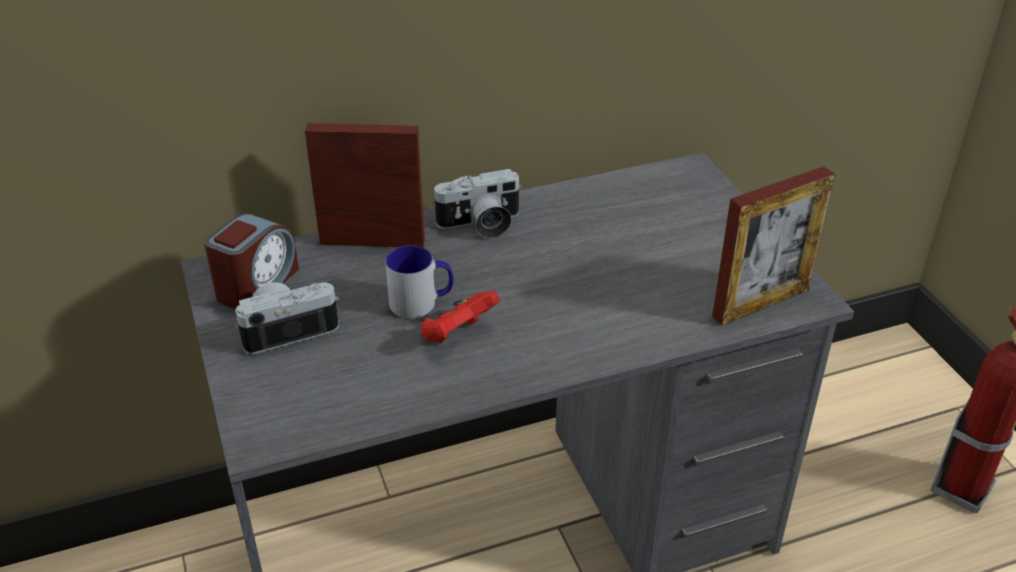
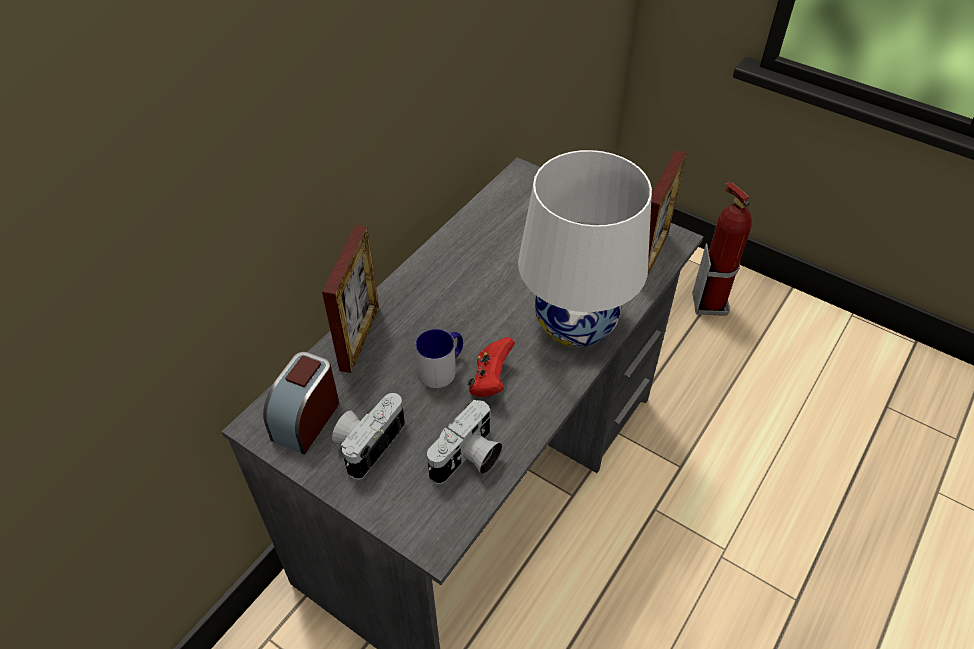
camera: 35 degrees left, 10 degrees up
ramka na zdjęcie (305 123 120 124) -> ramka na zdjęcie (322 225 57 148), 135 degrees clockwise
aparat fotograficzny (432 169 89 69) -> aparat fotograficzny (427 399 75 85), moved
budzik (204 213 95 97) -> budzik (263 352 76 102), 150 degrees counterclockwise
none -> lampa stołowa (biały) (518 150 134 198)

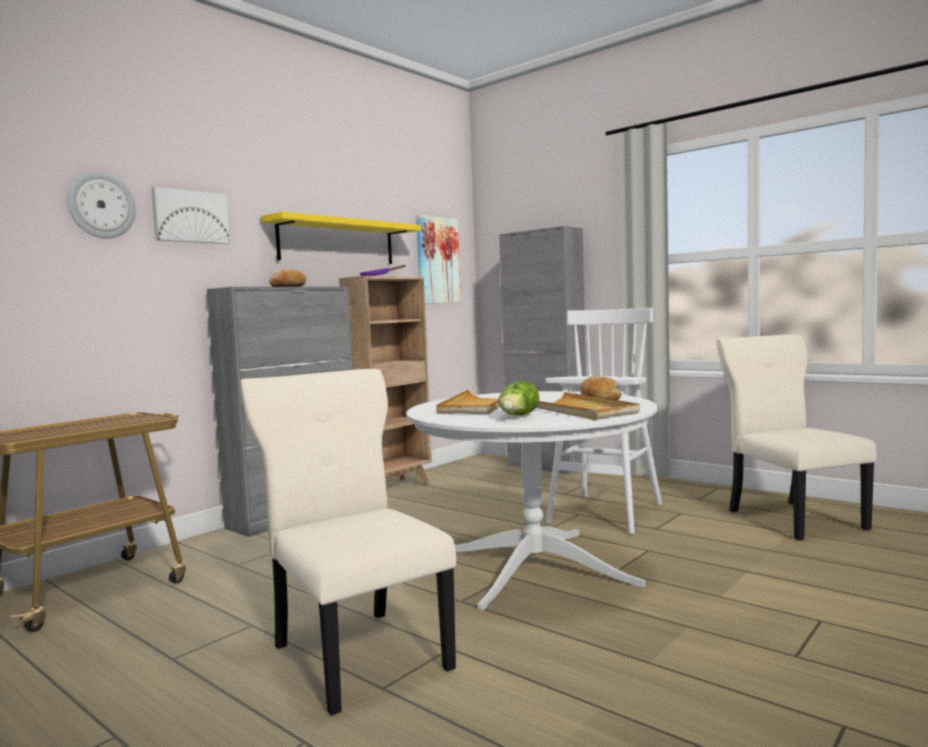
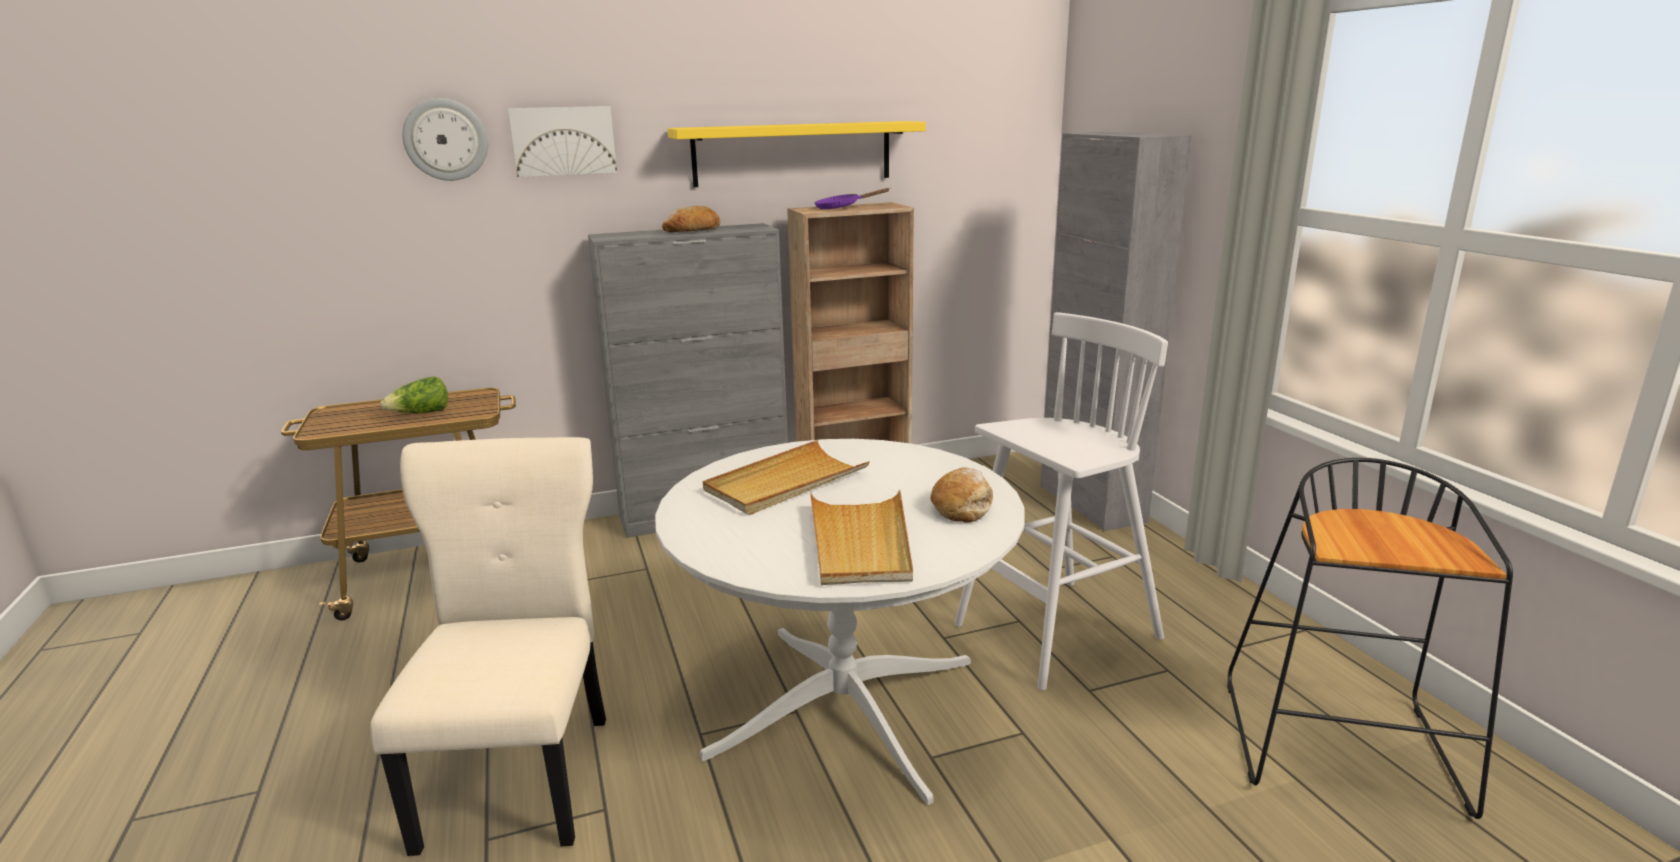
camera: 30 degrees right, 15 degrees up
obraz (416 215 45 89) -> none
krzesło (beżowy) (716 334 161 207) -> stołek (czarny) (1227 458 286 361)
sałata (498 380 41 36) -> sałata (380 376 68 37), moved

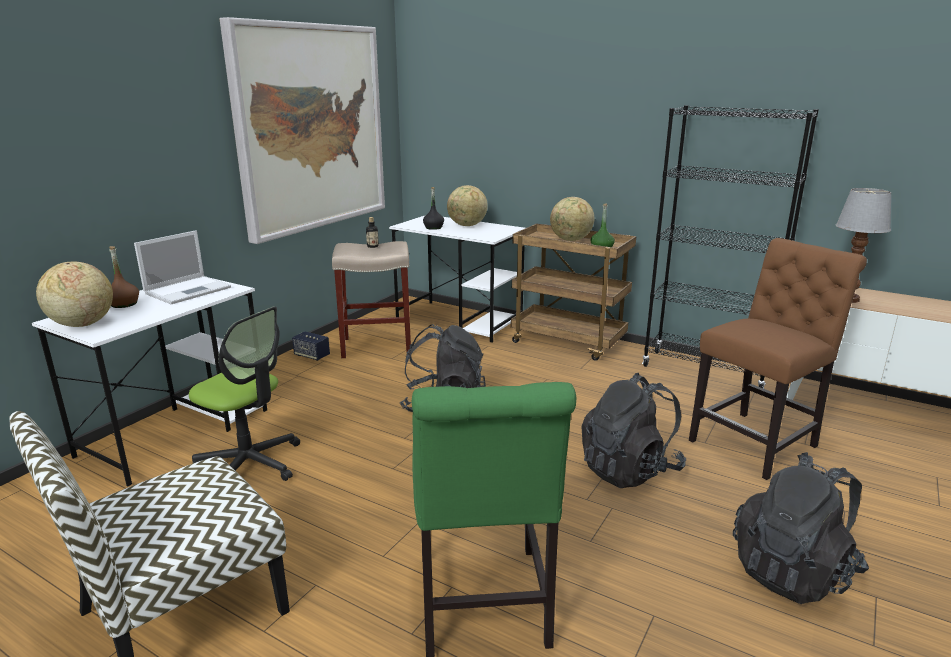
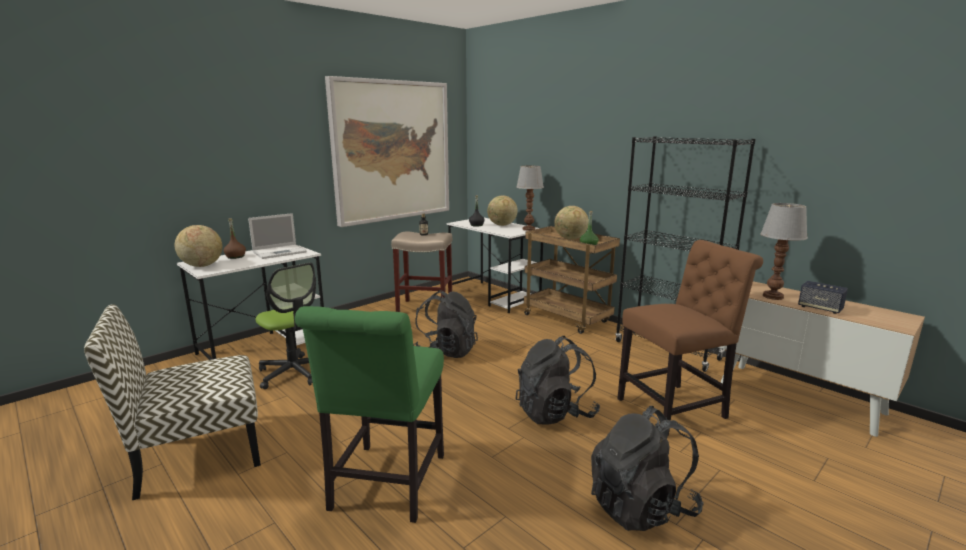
camera: 15 degrees right, 5 degrees down
głośnik (292 331 38 30) -> głośnik (798 281 50 33), moved
none -> lampa stołowa (516 166 28 65)

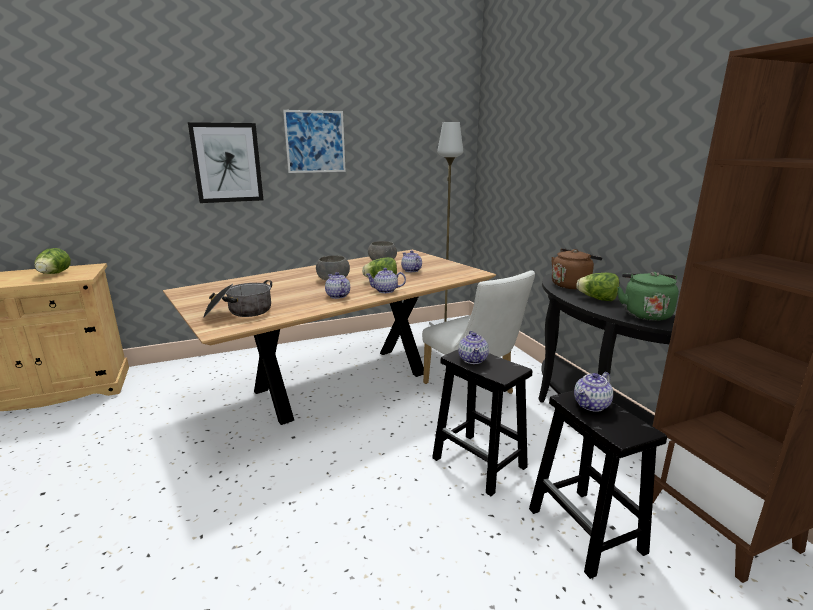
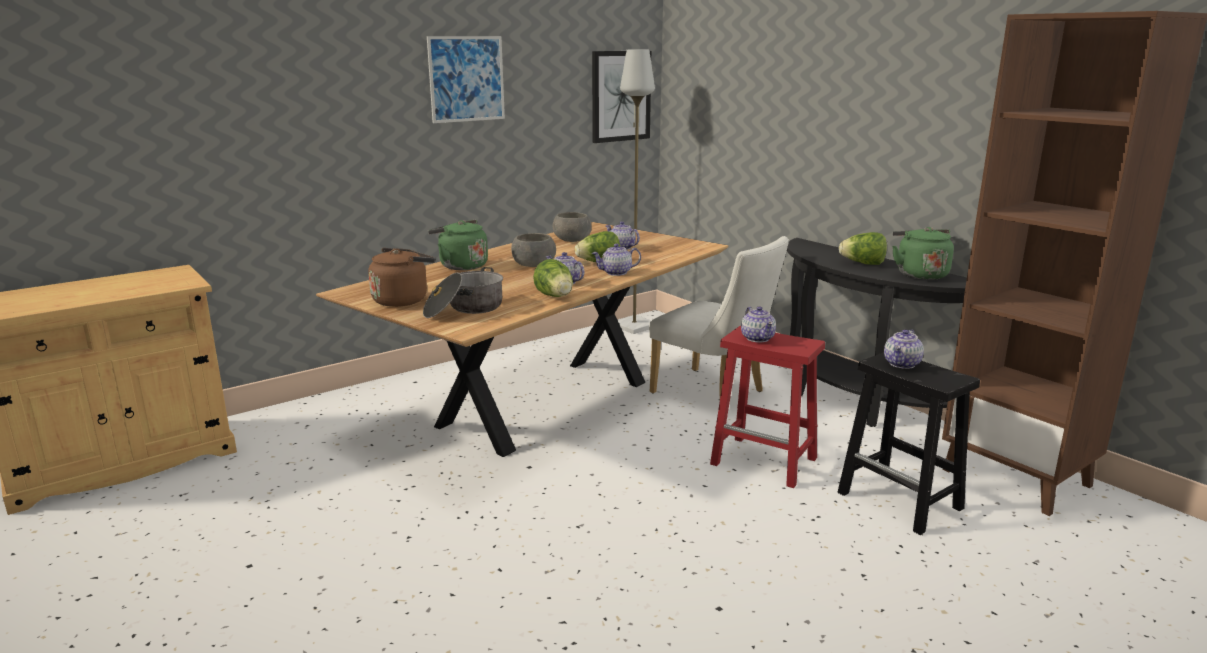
camera: 15 degrees left, 0 degrees up
obraz (188 122 75 81) -> obraz (592 51 59 92), moved
sałata (35 248 36 26) -> sałata (533 259 40 38), moved
czajnik (brązowy) (551 248 52 41) -> czajnik (brązowy) (368 248 68 59), moved
stołek (czarny) (432 350 100 146) -> stołek (czerwony) (710 326 115 162)
none -> czajnik (zielony) (428 220 60 50)

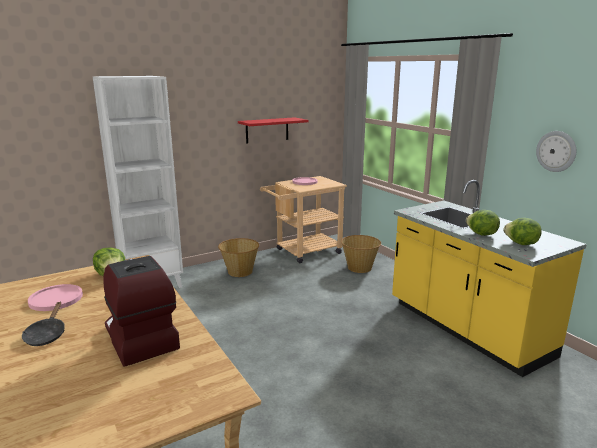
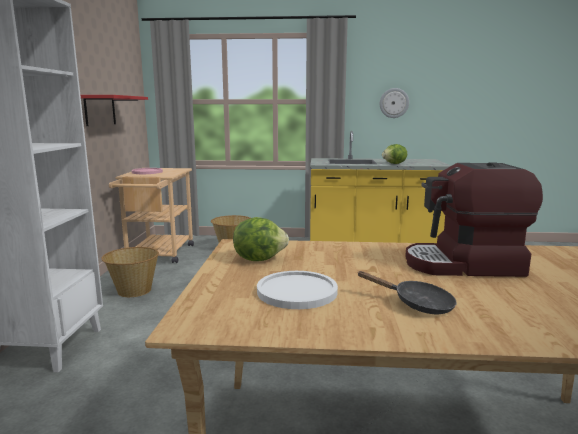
camera: 55 degrees left, 5 degrees down
sałata (503 218 39 27) -> none
talerz (różowy) (28 284 55 27) -> talerz (biały) (257 271 81 38)

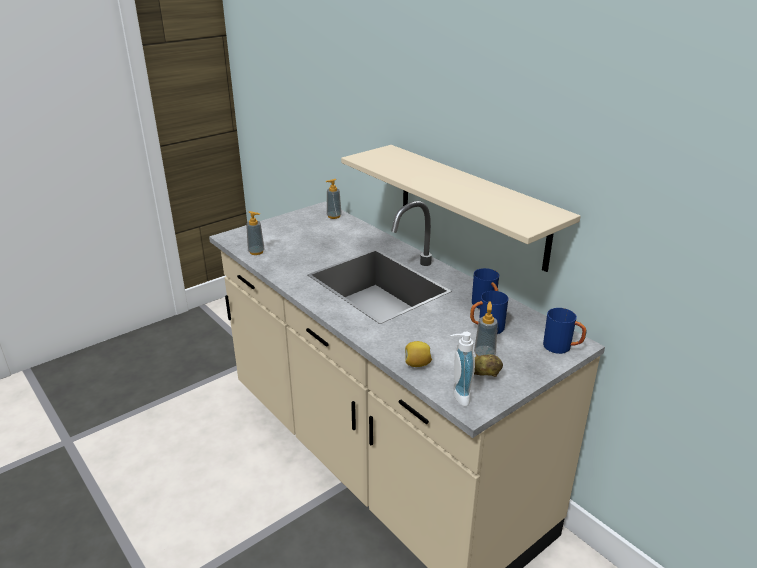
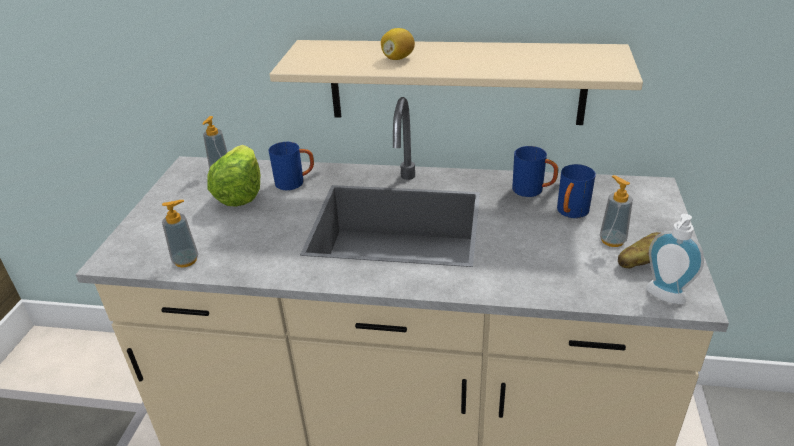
camera: 40 degrees left, 5 degrees up
kubek (niebieski) (543 308 43 46) -> kubek (niebieski) (269 142 45 48), moved
cytryna (405 341 27 26) -> cytryna (381 28 34 32), moved
none -> sałata (207 145 54 62)

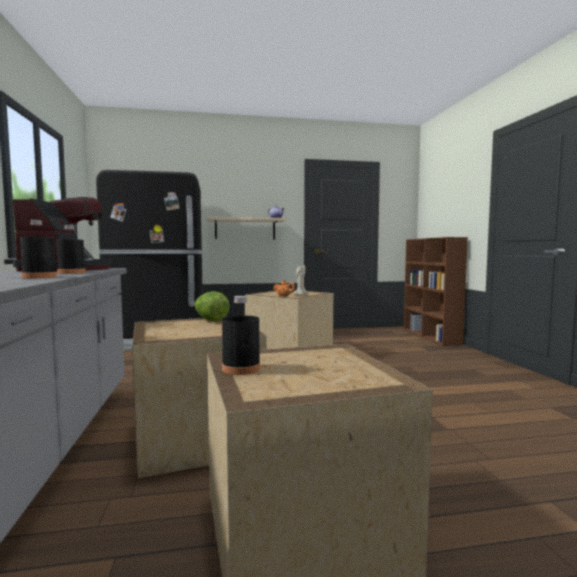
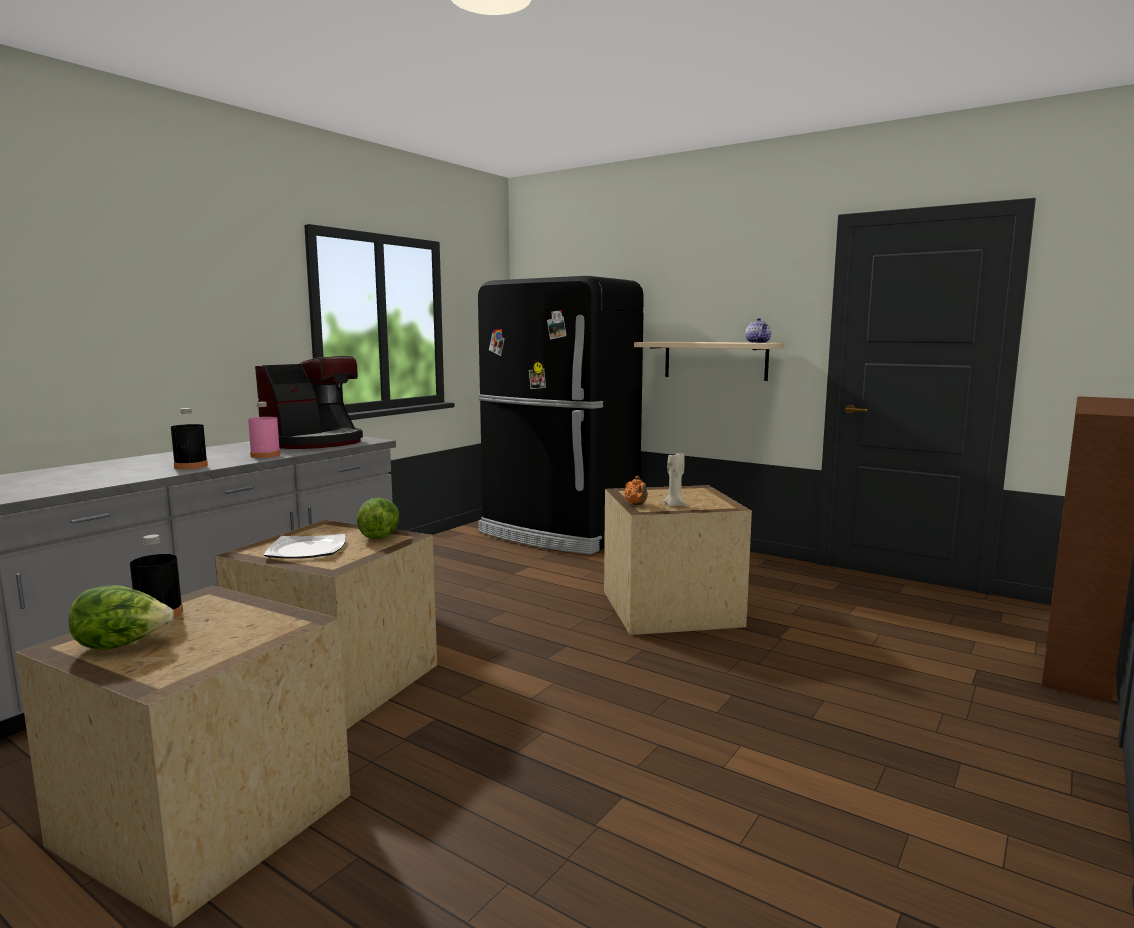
camera: 45 degrees right, 5 degrees up
butelka (czarny) (56 225 30 49) -> butelka (różowy) (248 402 33 56)
none -> talerz (264 534 82 25)
none -> sałata (69 585 105 65)

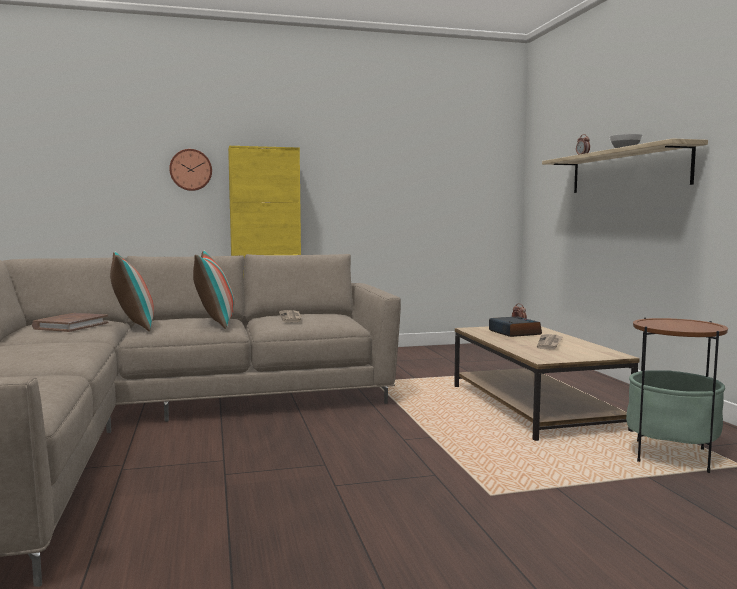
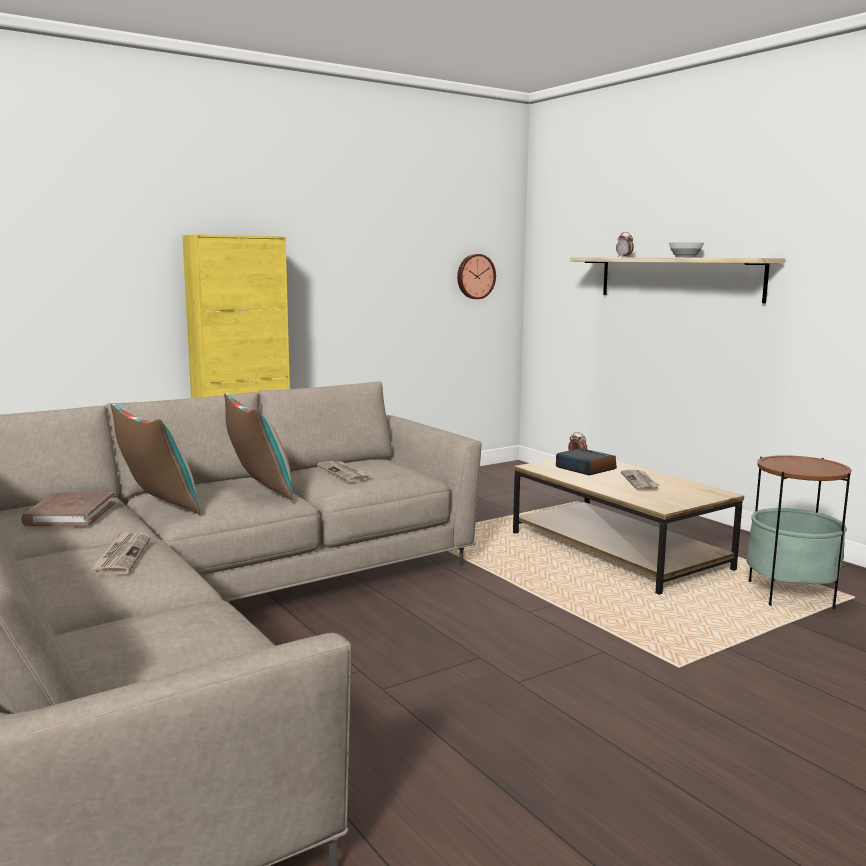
camera: 20 degrees left, 5 degrees up
zegar ścienny (169 149 43 42) -> zegar ścienny (457 254 39 45), moved
none -> gazeta (90 531 60 44)

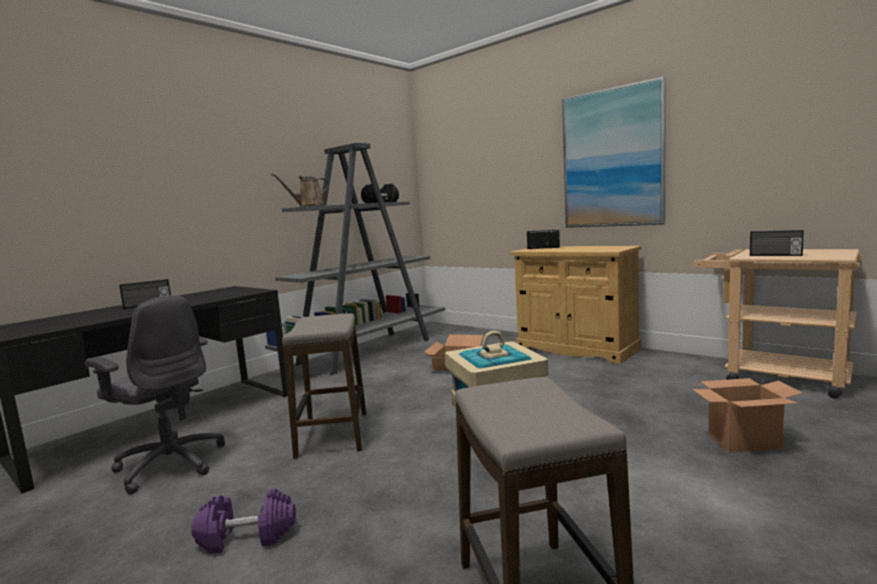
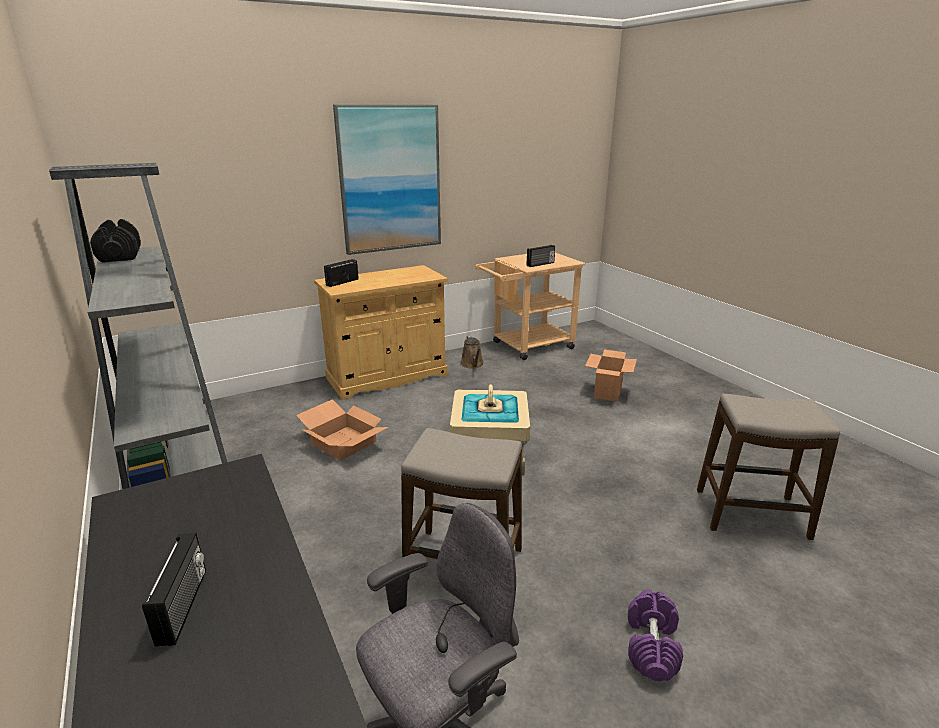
camera: 70 degrees left, 15 degrees up
konewka (brązowy) (271 174 58 33) -> konewka (brązowy) (460 336 24 32), moved

